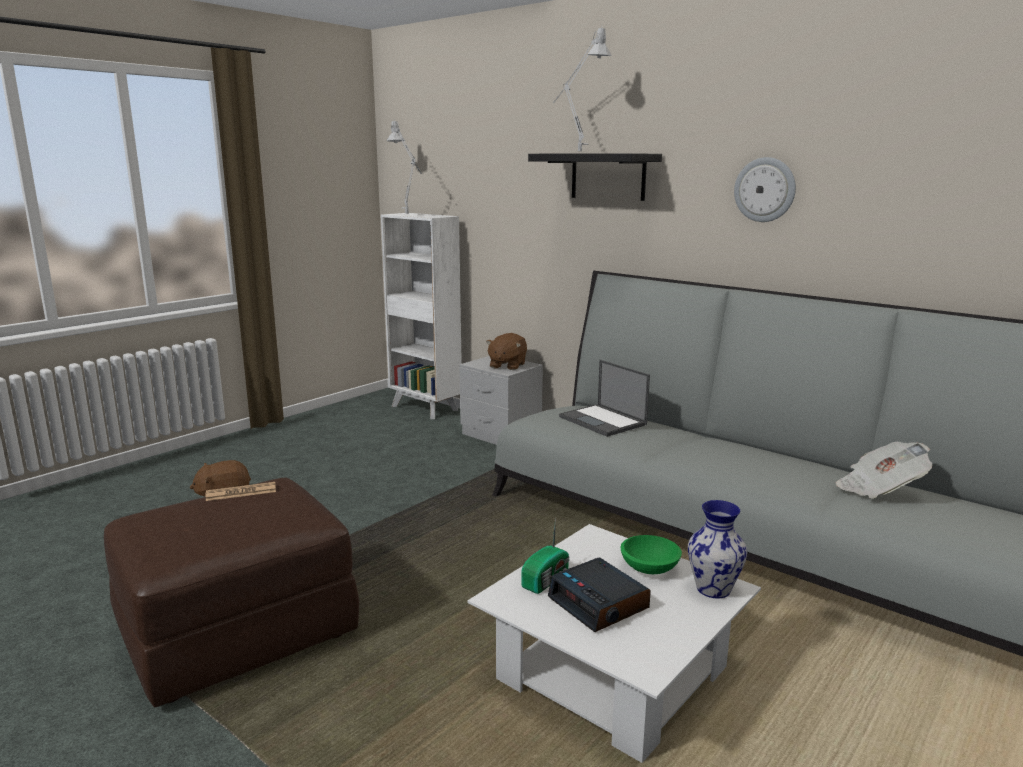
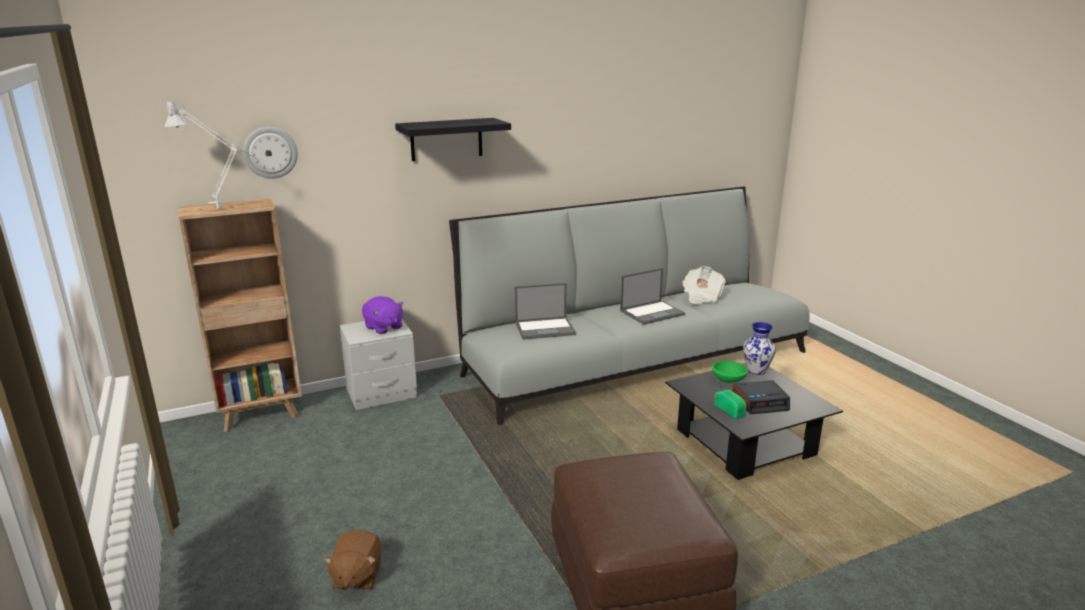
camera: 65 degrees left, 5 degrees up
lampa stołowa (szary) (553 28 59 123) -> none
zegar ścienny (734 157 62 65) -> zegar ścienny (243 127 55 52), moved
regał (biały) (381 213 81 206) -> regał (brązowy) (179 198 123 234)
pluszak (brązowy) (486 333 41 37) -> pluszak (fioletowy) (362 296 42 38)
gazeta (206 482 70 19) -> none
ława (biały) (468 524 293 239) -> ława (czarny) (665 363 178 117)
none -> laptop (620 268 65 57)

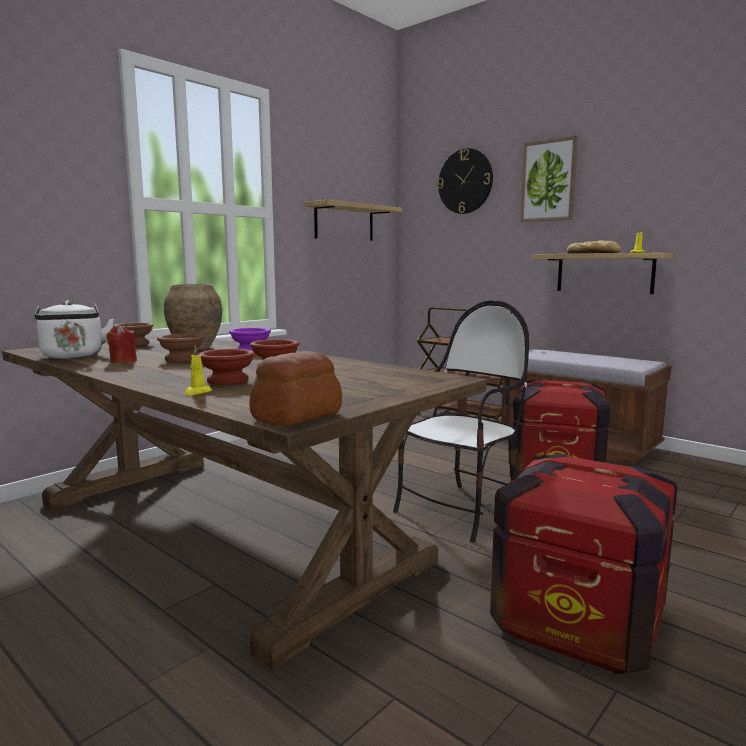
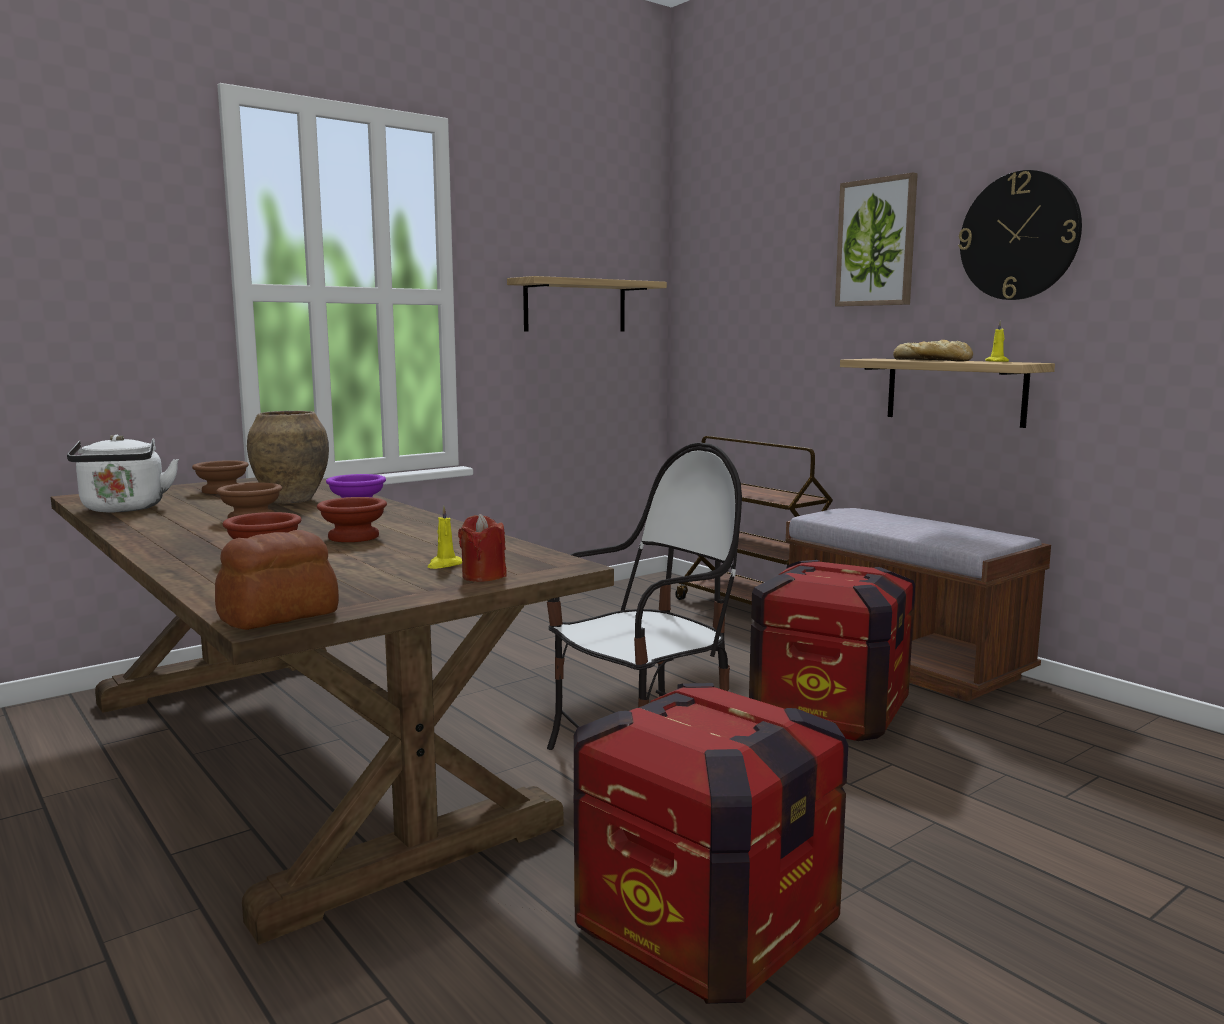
camera: 10 degrees right, 0 degrees up
zegar ścienny (438 148 55 66) -> zegar ścienny (958 170 124 130), moved
świeca (czerwony) (107 325 30 38) -> świeca (czerwony) (458 514 49 68), moved
świeca (żółty) (183 345 29 51) -> świeca (żółty) (427 506 35 63), moved

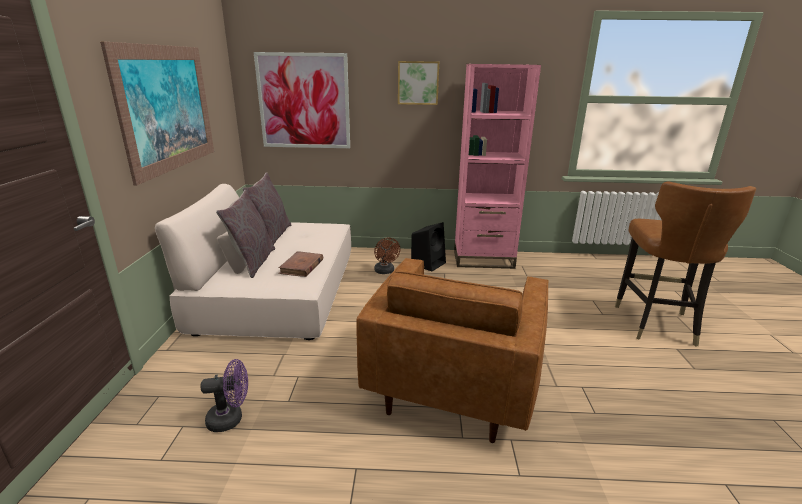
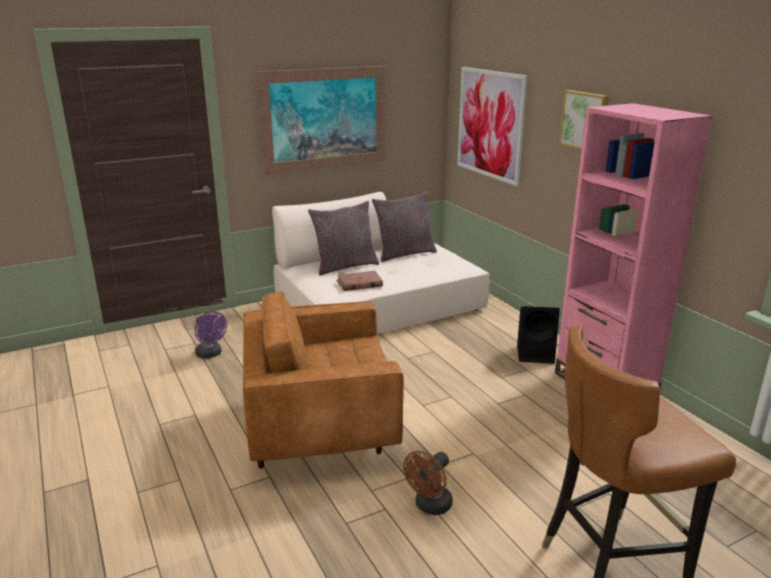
camera: 60 degrees right, 0 degrees up
wentylator (brązowy) (374 238 26 36) -> wentylator (brązowy) (403 451 50 64), moved

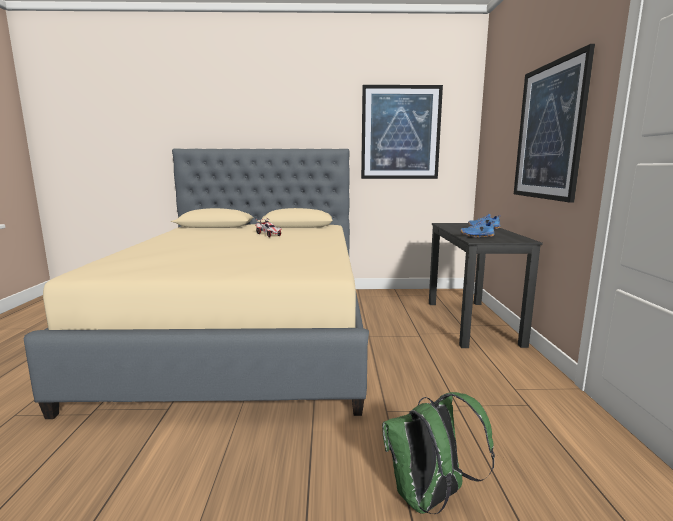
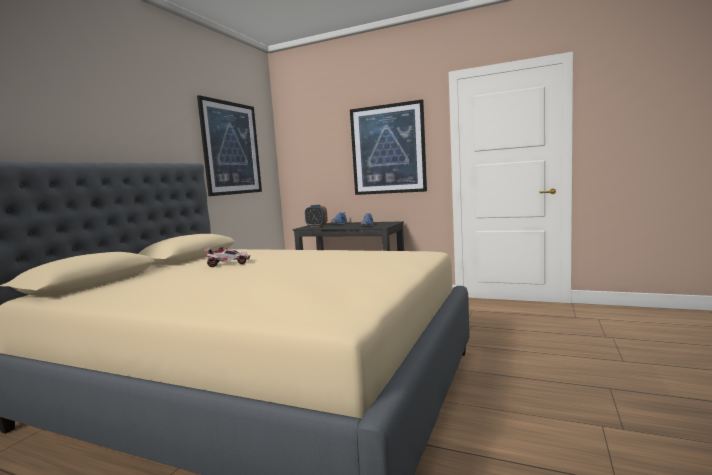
camera: 65 degrees left, 5 degrees down
plecak (zielony) (382 392 113 122) -> none
none -> budzik (305 205 23 22)

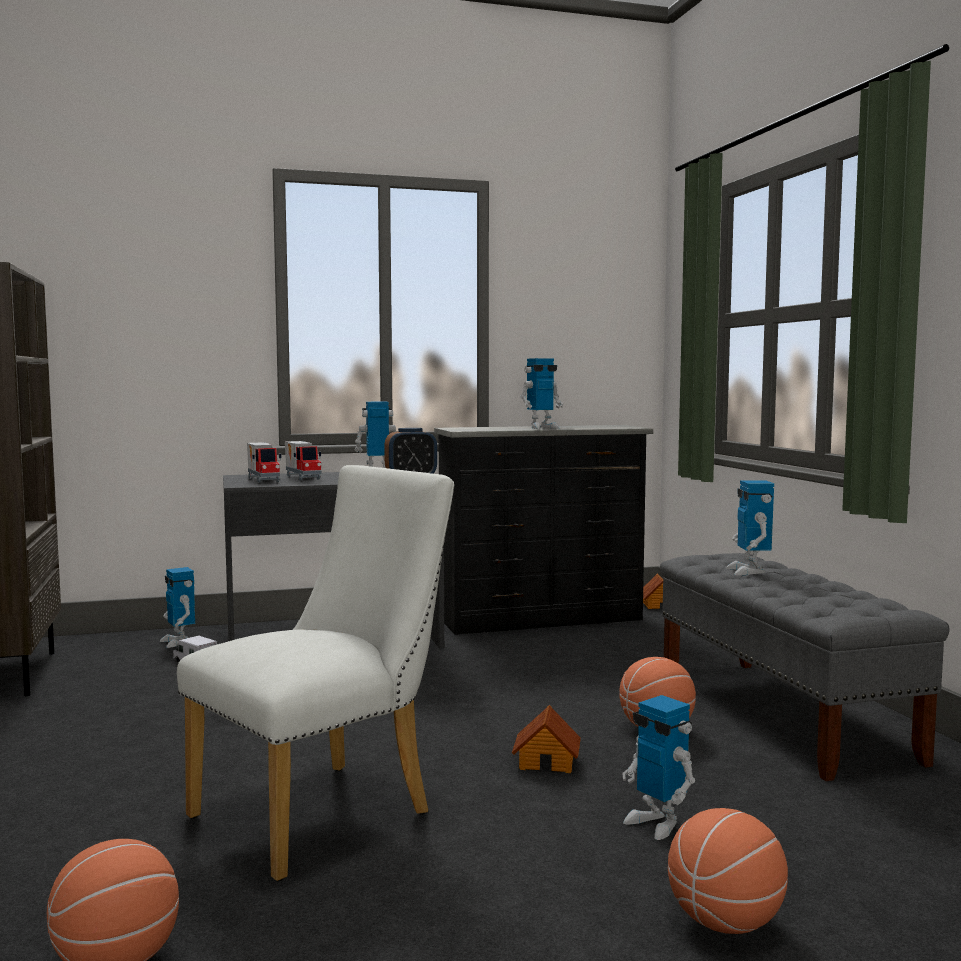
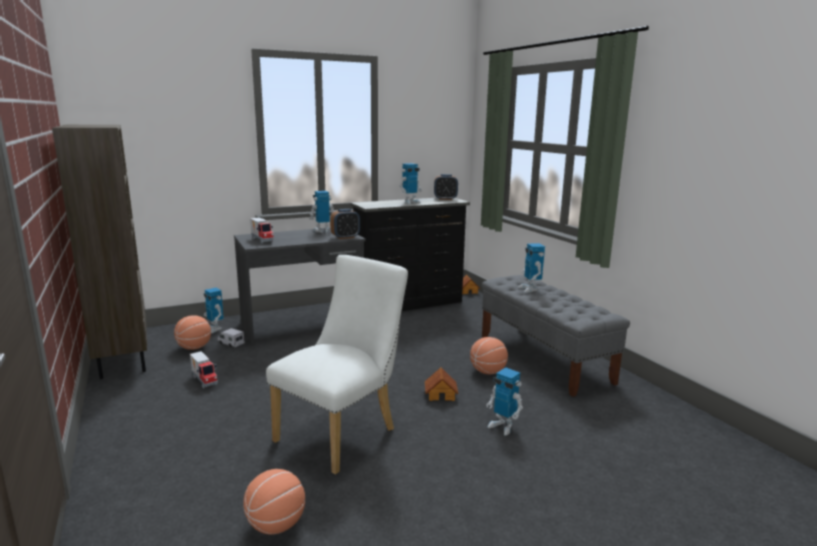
camera: 10 degrees left, 10 degrees up
ciężarówka zabawkowa (285 441 37 40) -> ciężarówka zabawkowa (190 351 28 38), moved
piłka do koszykówki (668 808 120 126) -> piłka do koszykówki (174 315 37 35), moved
none -> budzik (434 174 24 26)

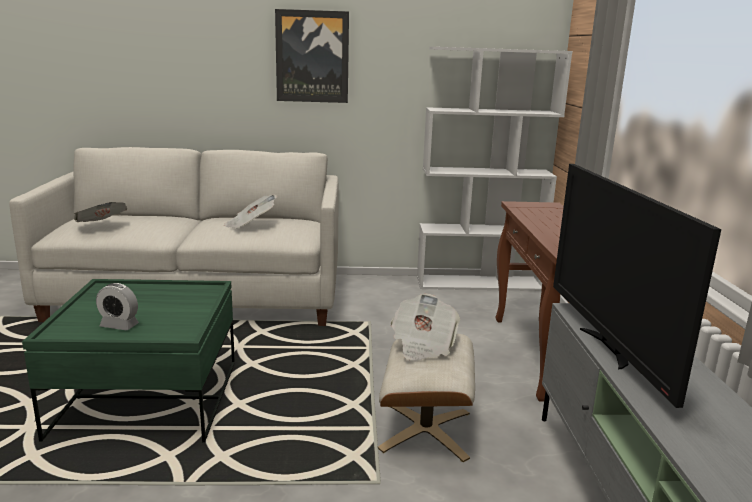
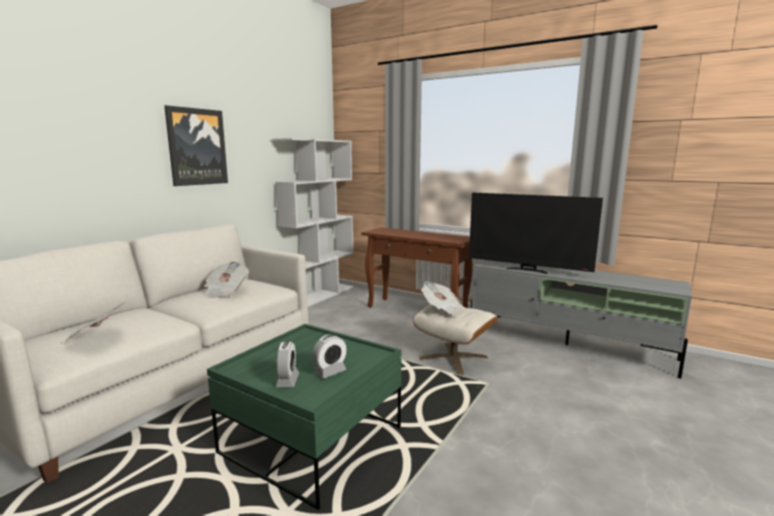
camera: 55 degrees left, 5 degrees down
none -> budzik (275 341 24 46)

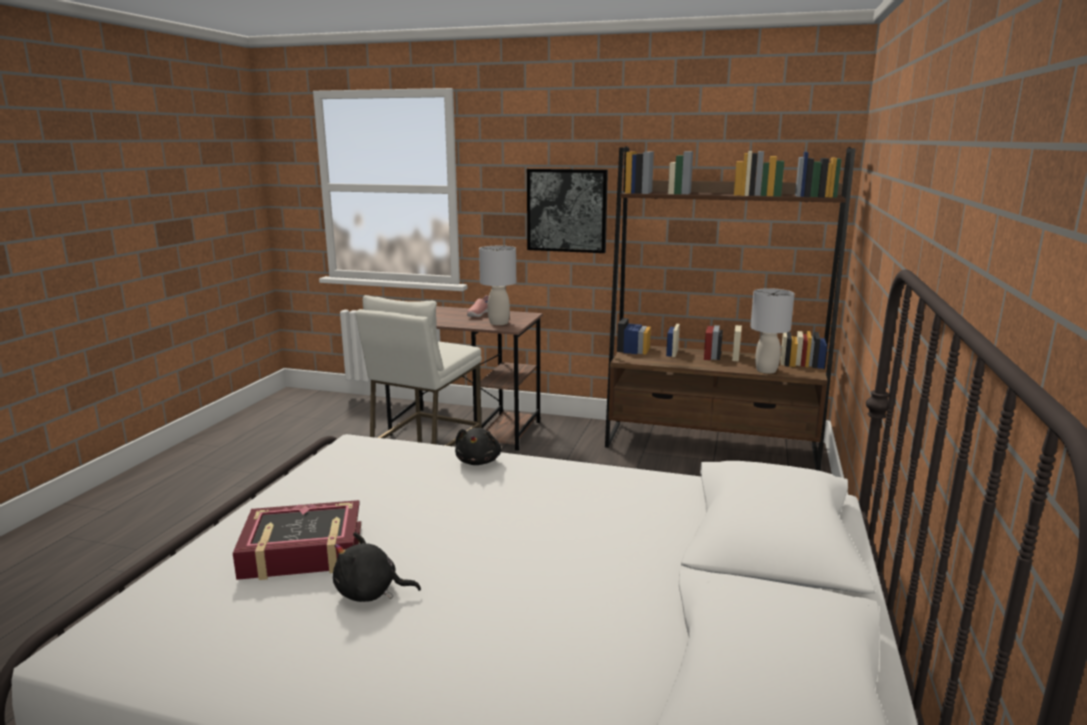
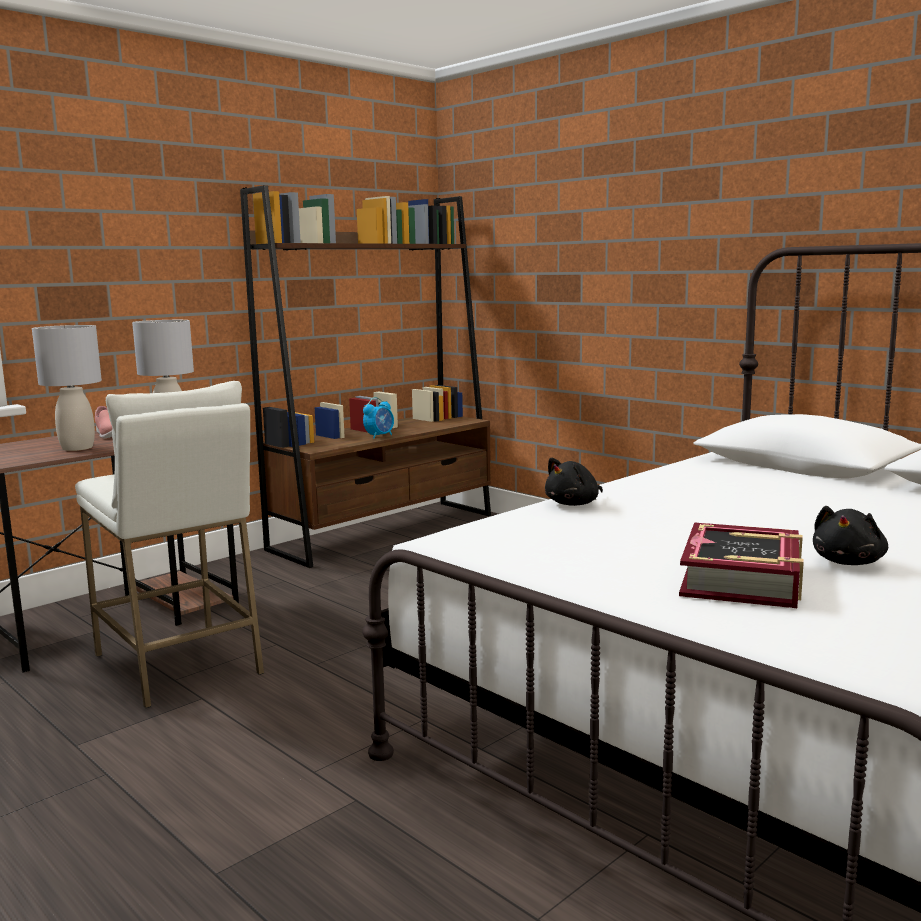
camera: 60 degrees left, 5 degrees down
obraz (527 169 81 84) -> none
lampa stołowa (szary) (750 288 45 86) -> lampa stołowa (szary) (32 325 70 126), moved
pluszak (czarny) (455 428 46 37) -> pluszak (czarny) (545 458 58 48), 105 degrees clockwise
none -> budzik (363 397 31 42)

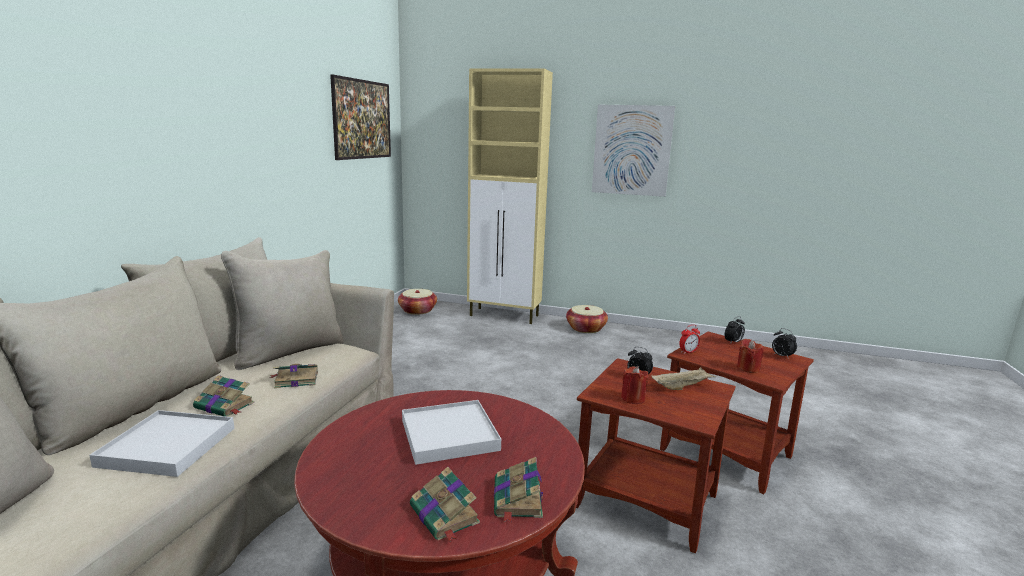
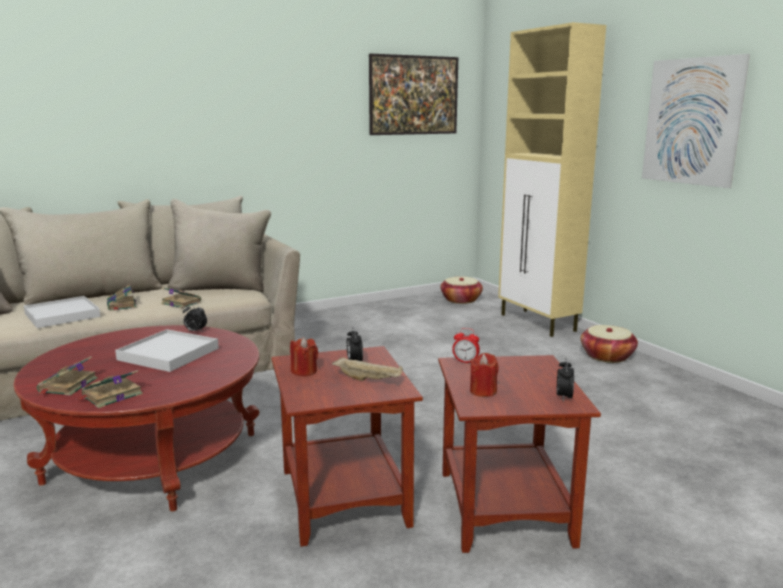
camera: 45 degrees right, 0 degrees up
budzik (725 316 20 28) -> budzik (183 304 24 27), moved

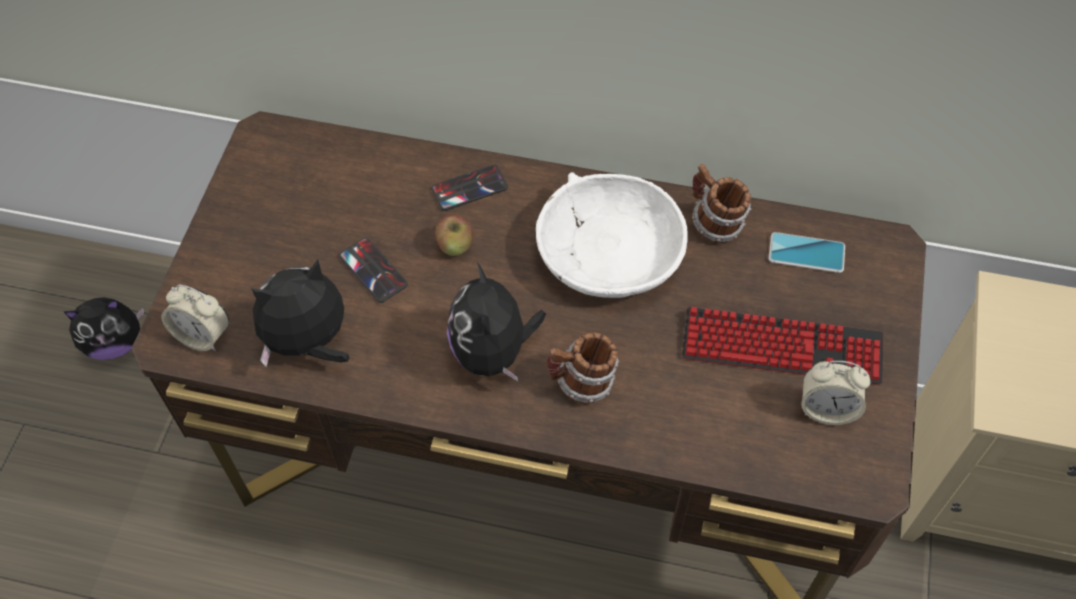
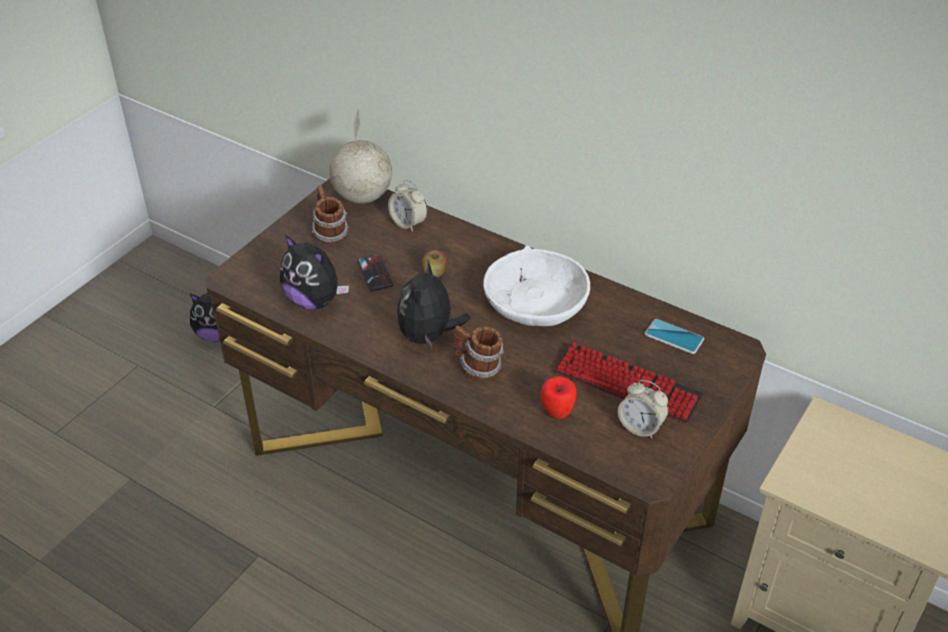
camera: 20 degrees right, 15 degrees down
kubek (692 164 59 79) -> kubek (312 185 37 59), moved
telefon (432 165 76 46) -> none
pluszak (251 259 99 107) -> pluszak (280 235 69 74), 135 degrees counterclockwise
budzik (161 285 68 66) -> budzik (388 180 39 52), moved
none -> globus (329 108 63 95)
none -> jabłko (541 376 36 43)

